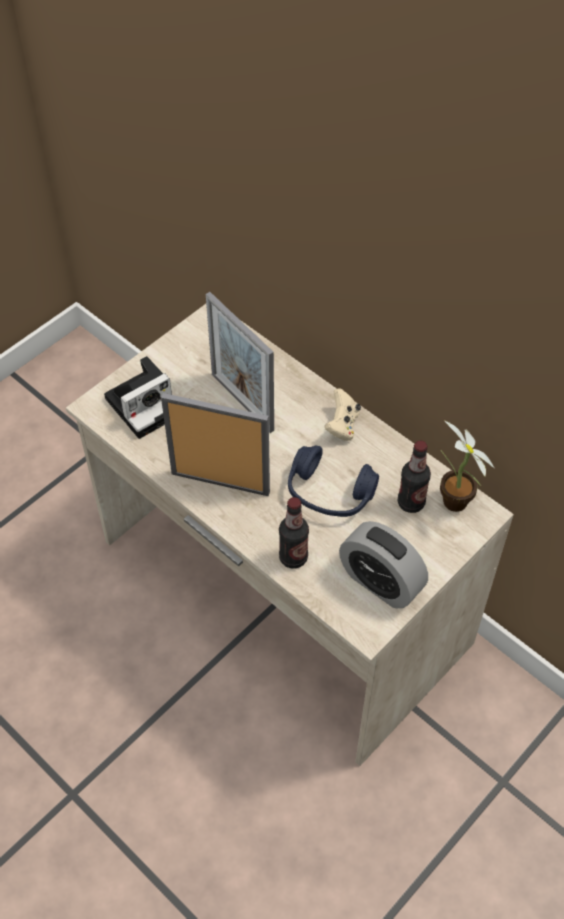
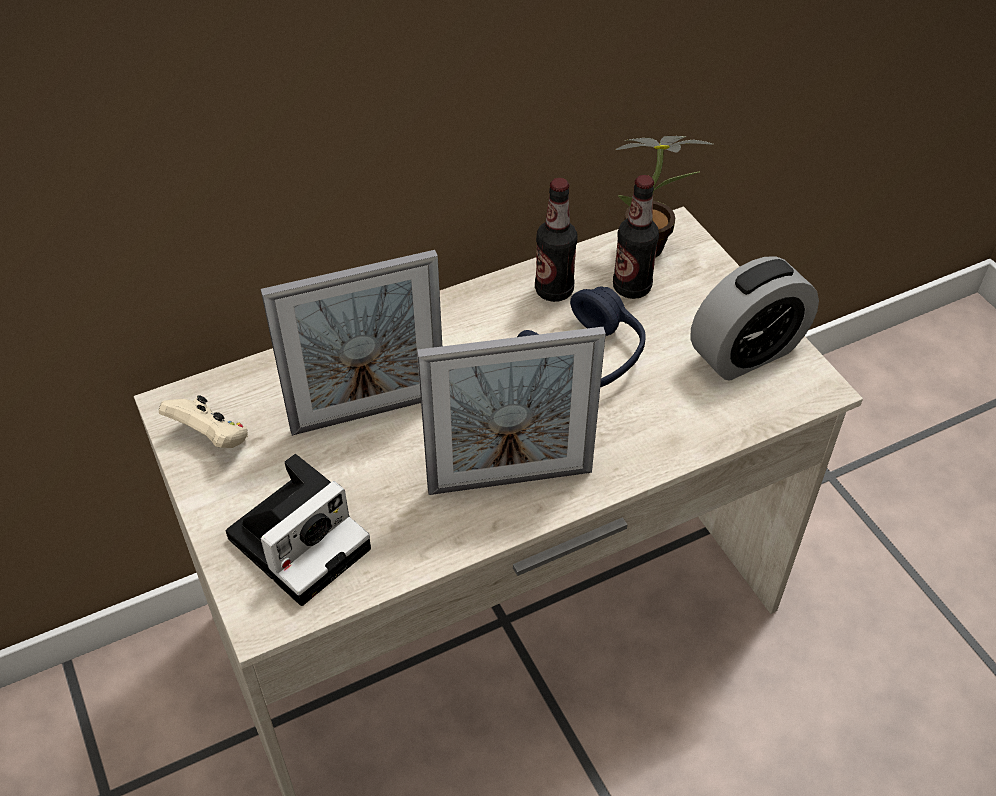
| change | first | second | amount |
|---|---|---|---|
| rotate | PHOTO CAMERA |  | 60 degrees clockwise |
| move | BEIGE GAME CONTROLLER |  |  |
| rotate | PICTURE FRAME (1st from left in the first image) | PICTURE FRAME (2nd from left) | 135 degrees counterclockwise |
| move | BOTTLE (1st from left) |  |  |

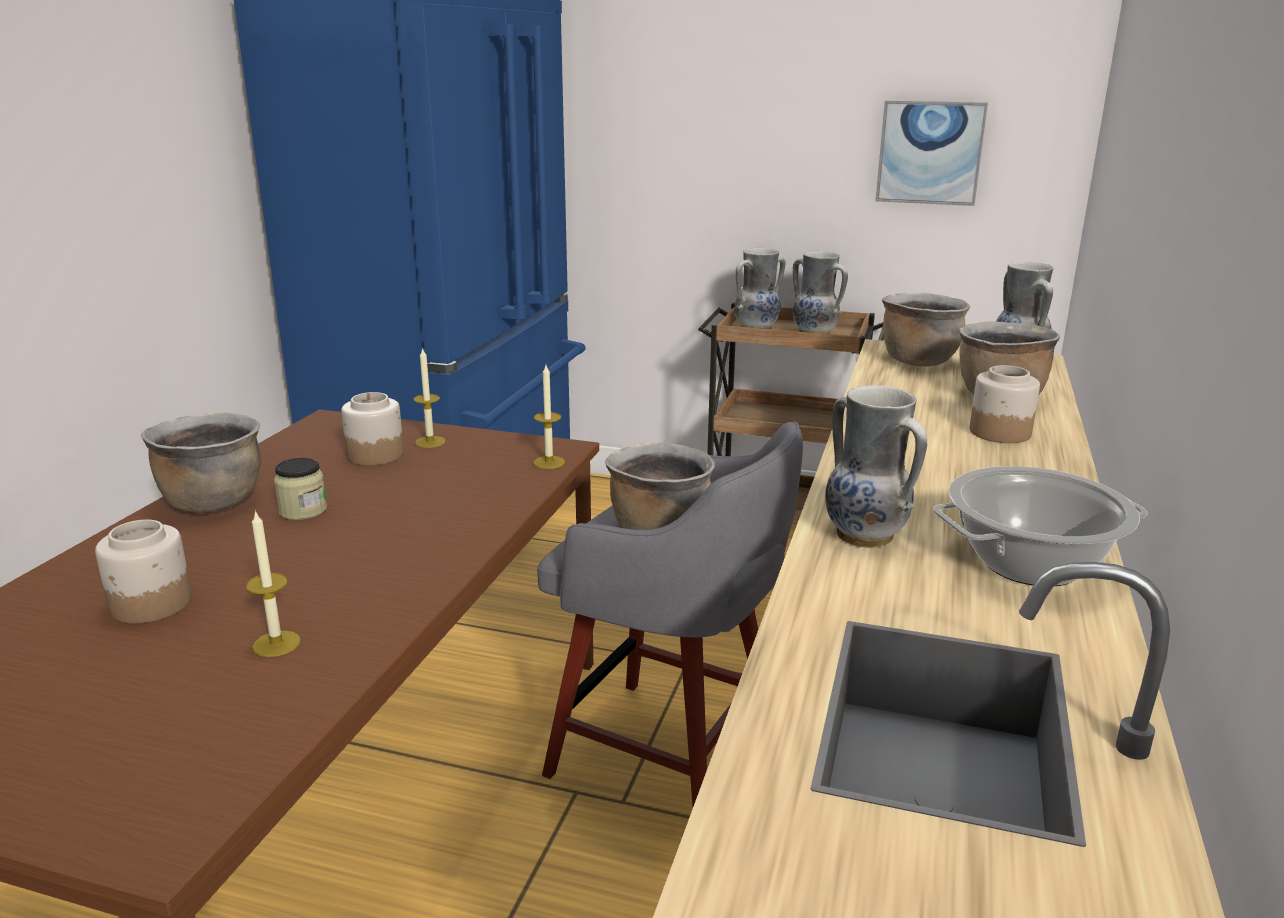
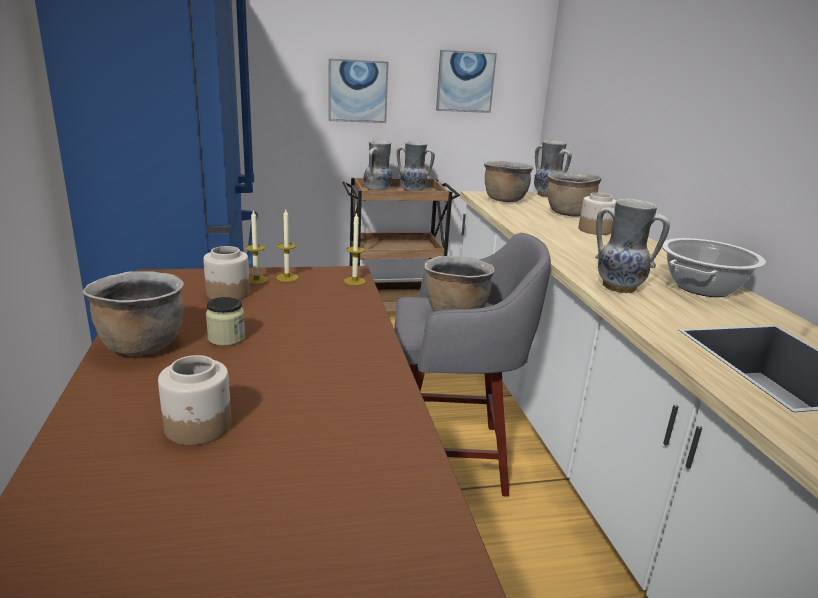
| change | first | second | amount |
|---|---|---|---|
| move | CANDLE (1st from left in the first image) | CANDLE (2nd from left) |  |
| insert |  | PICTURE (1st from left) |  |

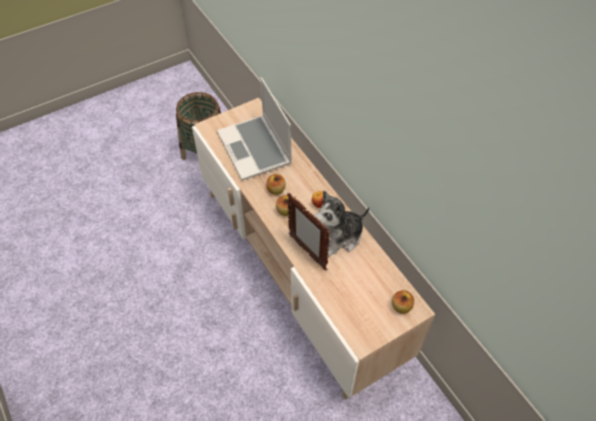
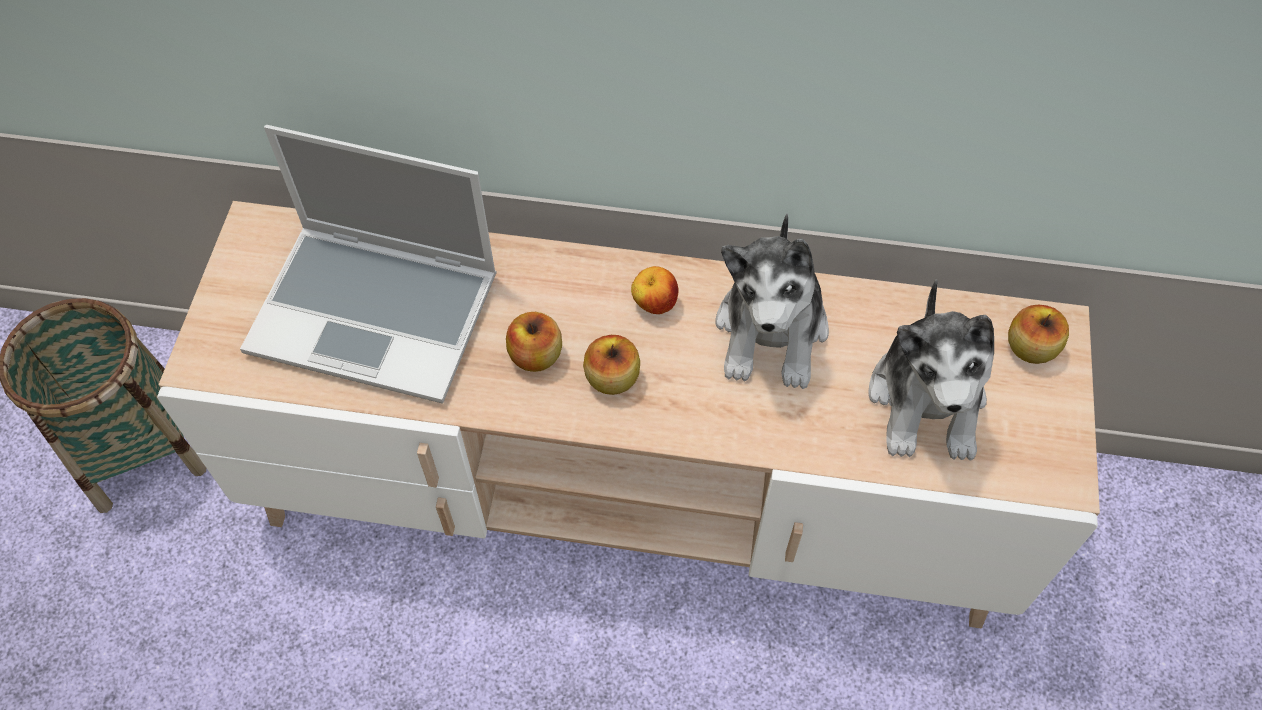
| change | first | second | amount |
|---|---|---|---|
| delete | PICTURE FRAME |  |  |
| insert |  | PLUSH TOY (2nd from left) |  |

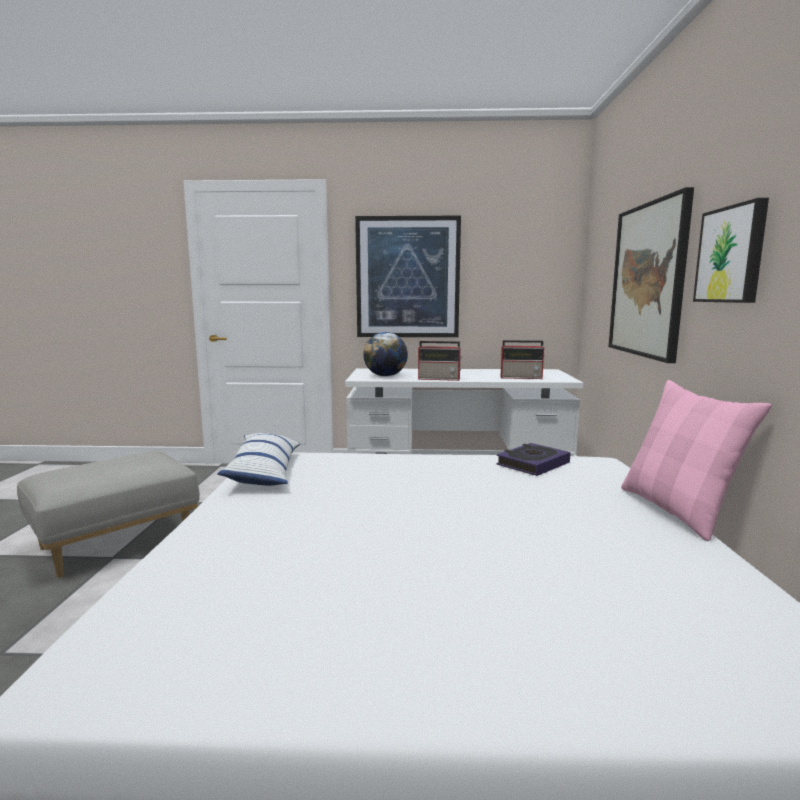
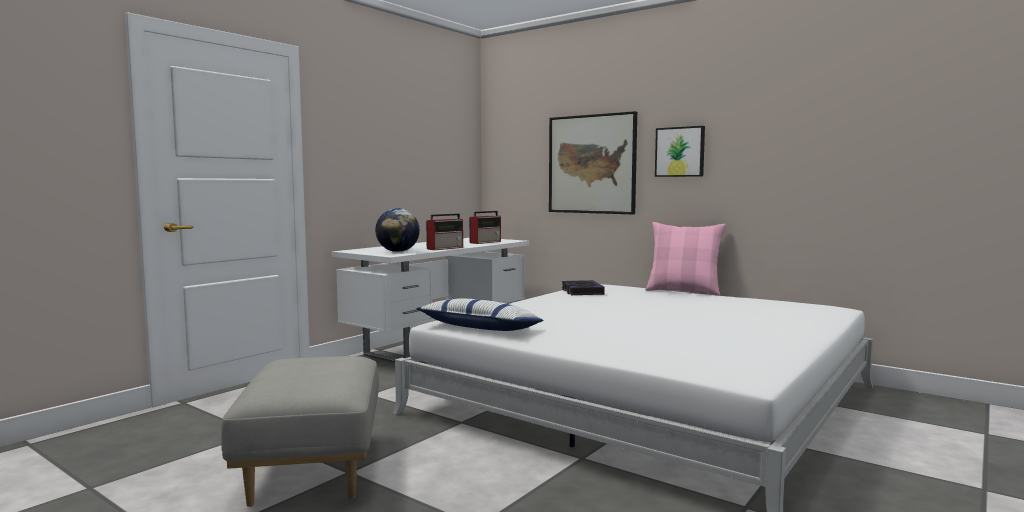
| change | first | second | amount |
|---|---|---|---|
| delete | PICTURE (1st from left) |  |  |

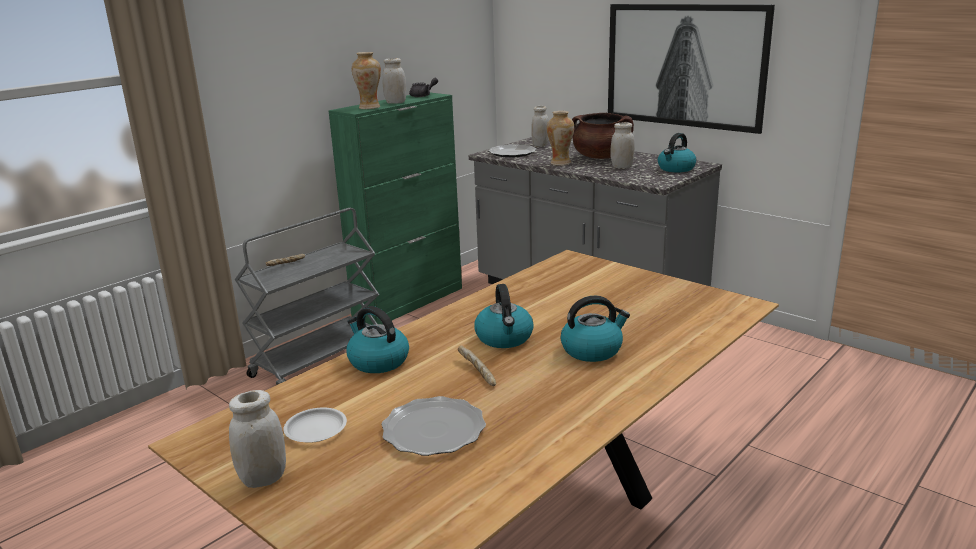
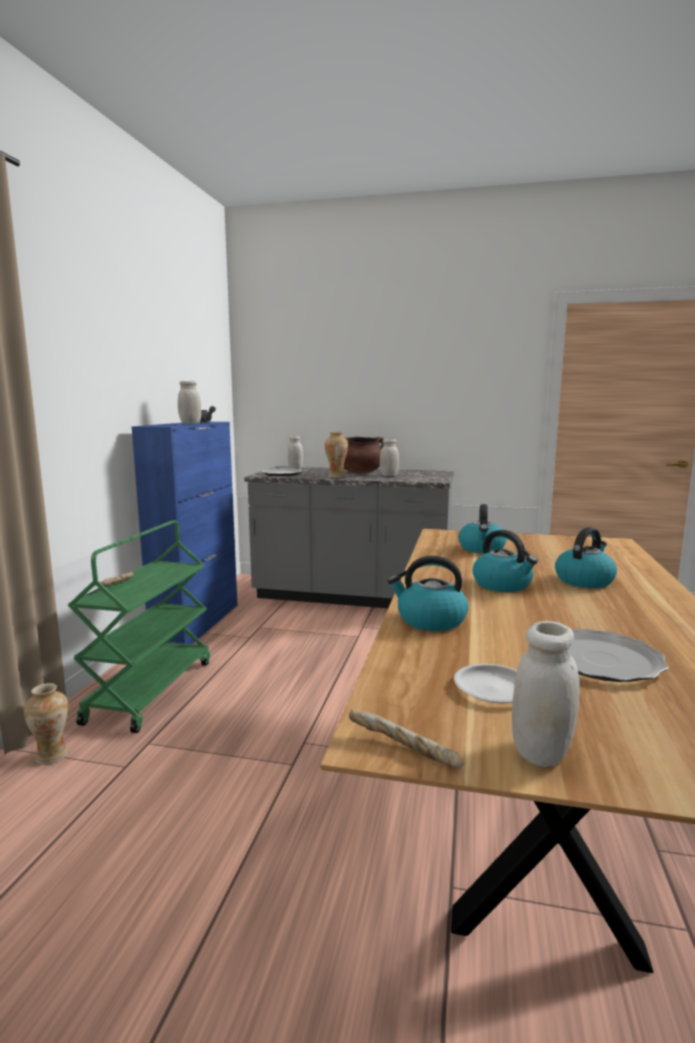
| change | first | second | amount |
|---|---|---|---|
| delete | PICTURE |  |  |
| move | VASE (1st from left) |  |  |
| recolor | GREEN CABINET | BLUE CABINET |  |
| move | KETTLE (4th from left in the first image) | KETTLE (2nd from left) |  |
| recolor | GREY CART | GREEN CART |  |
| move | BREAD (2nd from left) |  |  |

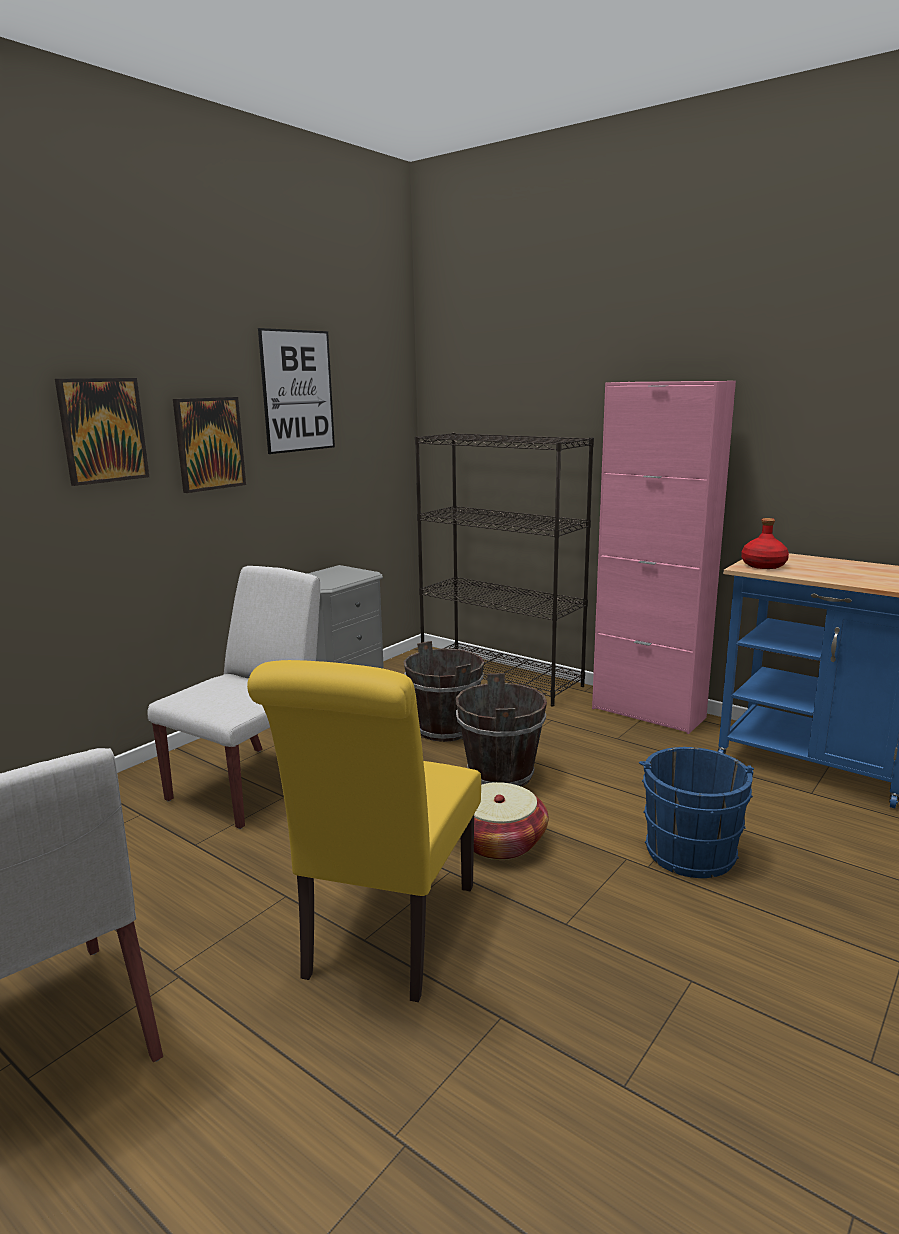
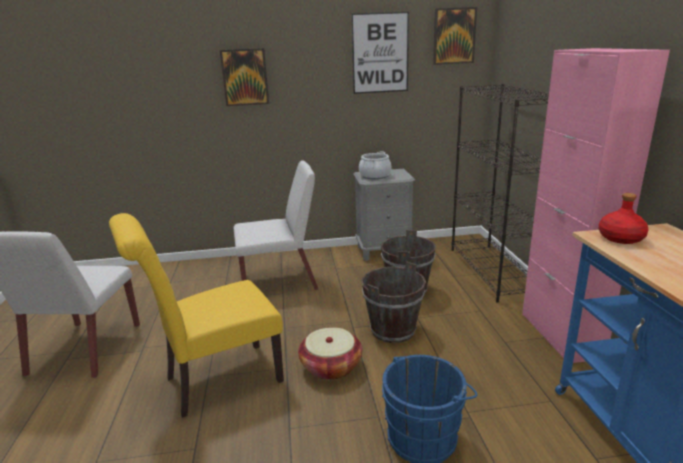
| change | first | second | amount |
|---|---|---|---|
| move | PICTURE (2nd from left in the first image) | PICTURE (3rd from left) |  |
| insert |  | COOKING POT |  |

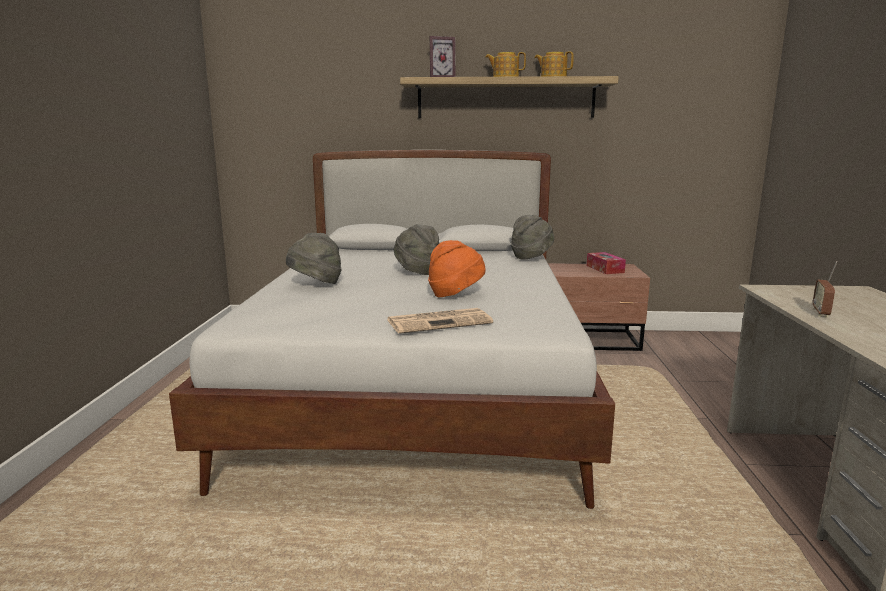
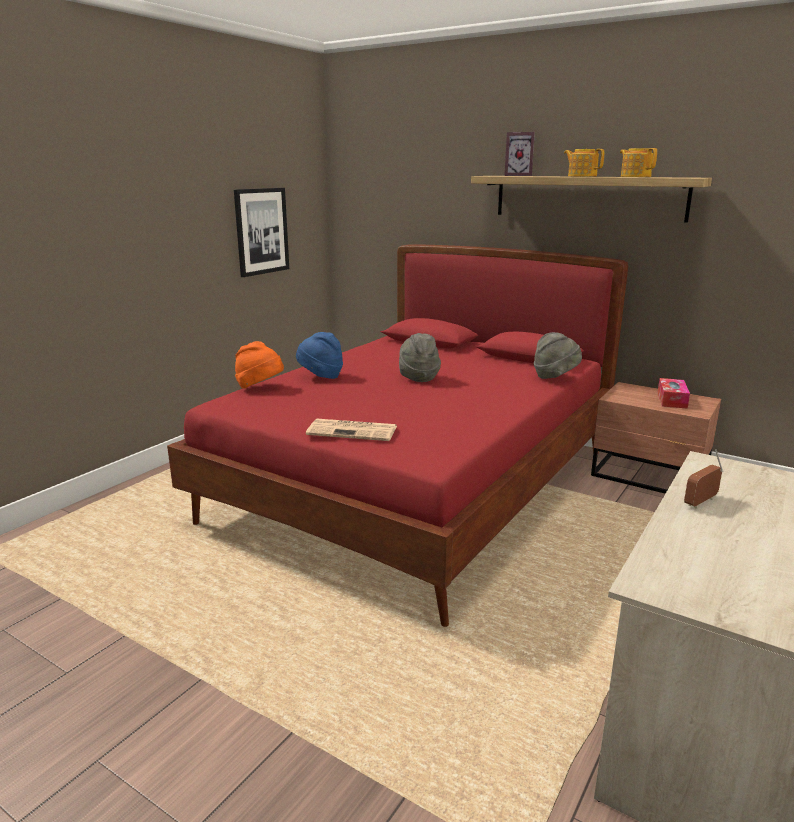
| change | first | second | amount |
|---|---|---|---|
| recolor | WHITE BED | RED BED |  |
| recolor | GREY HAT (1st from left) | BLUE HAT |  |
| move | ORANGE HAT |  |  |
| insert |  | PICTURE |  |

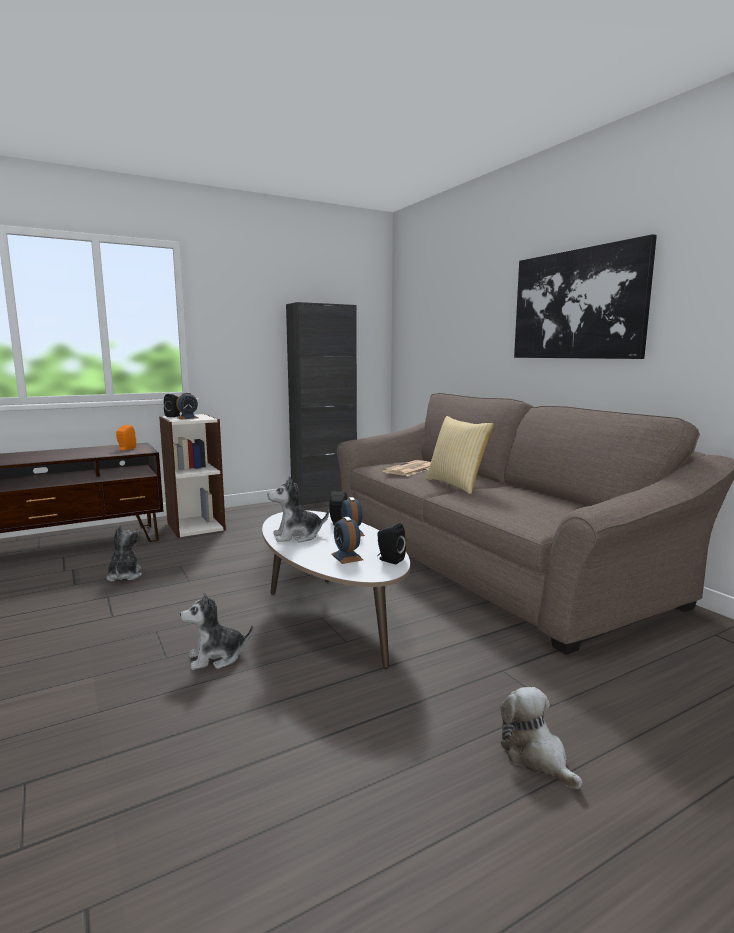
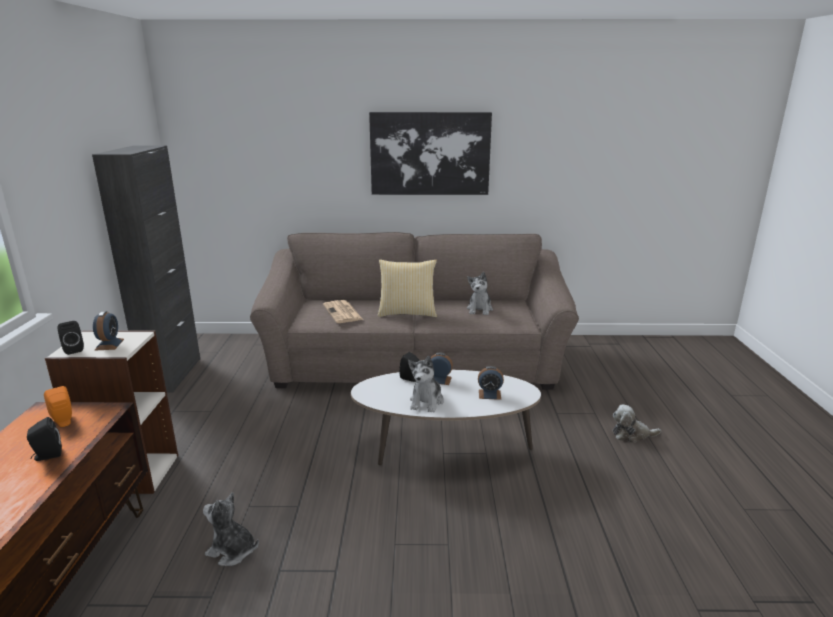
| change | first | second | amount |
|---|---|---|---|
| move | BLACK SPEAKER (3rd from left in the first image) | BLACK SPEAKER (1st from left) |  |
| move | PLUSH TOY (2nd from left in the first image) | PLUSH TOY (3rd from left) |  |

